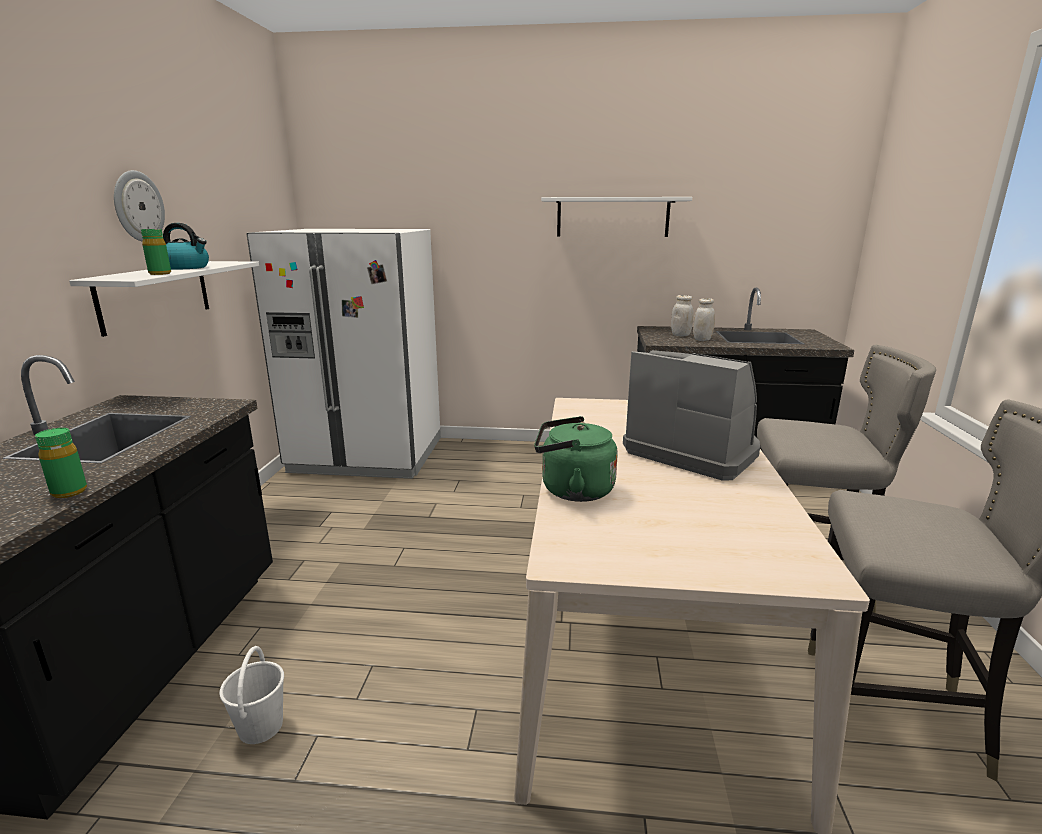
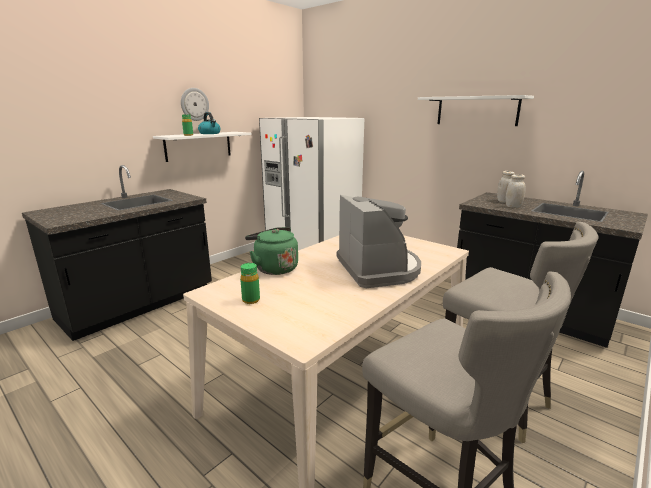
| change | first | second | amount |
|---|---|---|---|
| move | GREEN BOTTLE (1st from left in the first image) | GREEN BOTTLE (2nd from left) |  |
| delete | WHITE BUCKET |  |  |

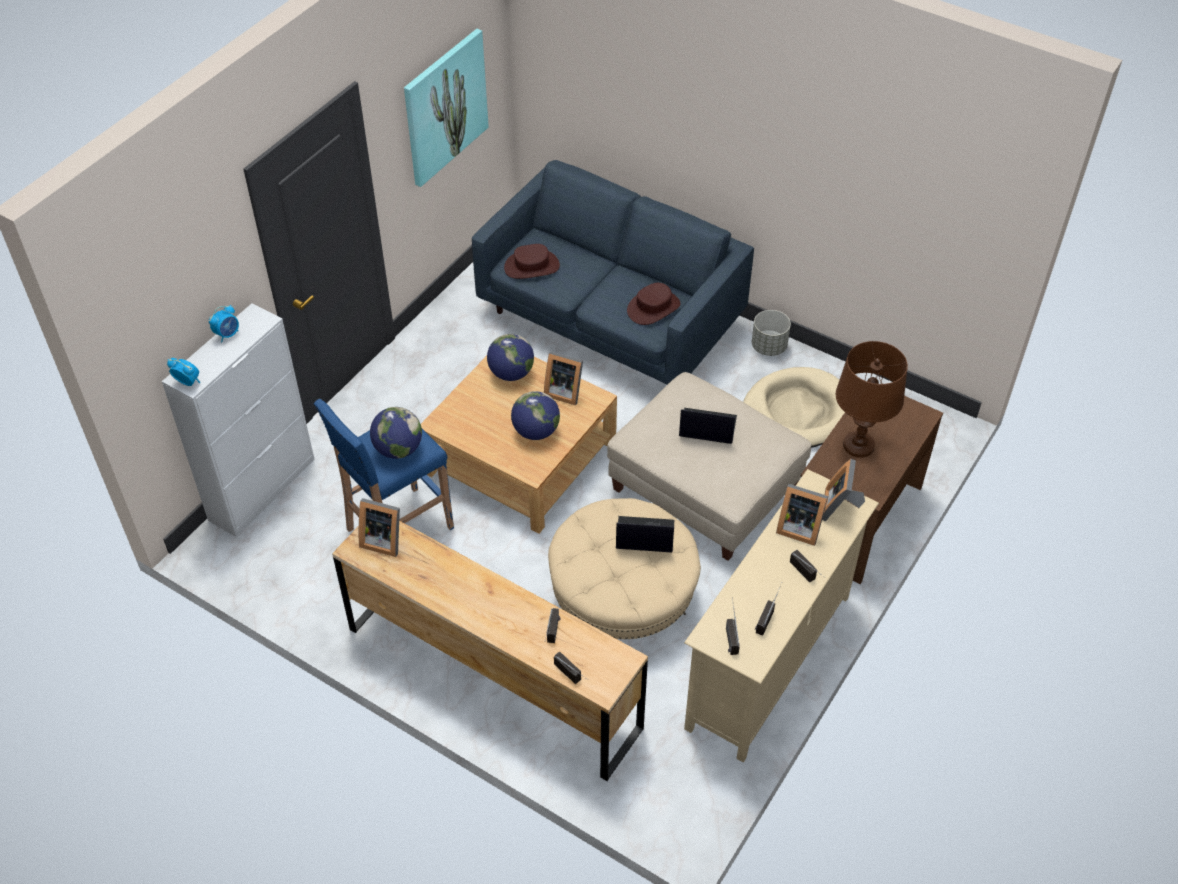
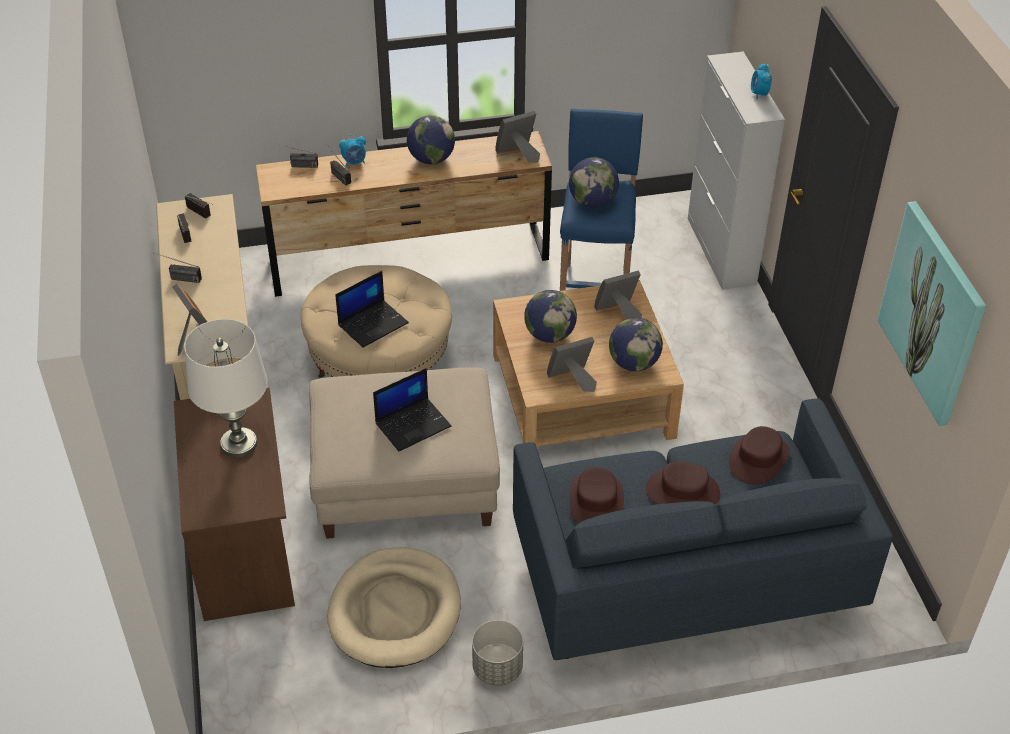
| change | first | second | amount |
|---|---|---|---|
| recolor | BROWN TABLE LAMP | WHITE TABLE LAMP |  |
| move | ALARM CLOCK (1st from left) |  |  |
| move | PICTURE FRAME (3rd from left in the first image) | PICTURE FRAME (4th from left) |  |
| insert |  | GLOBE (1st from left) |  |
| insert |  | BROWN HAT (2nd from left) |  |

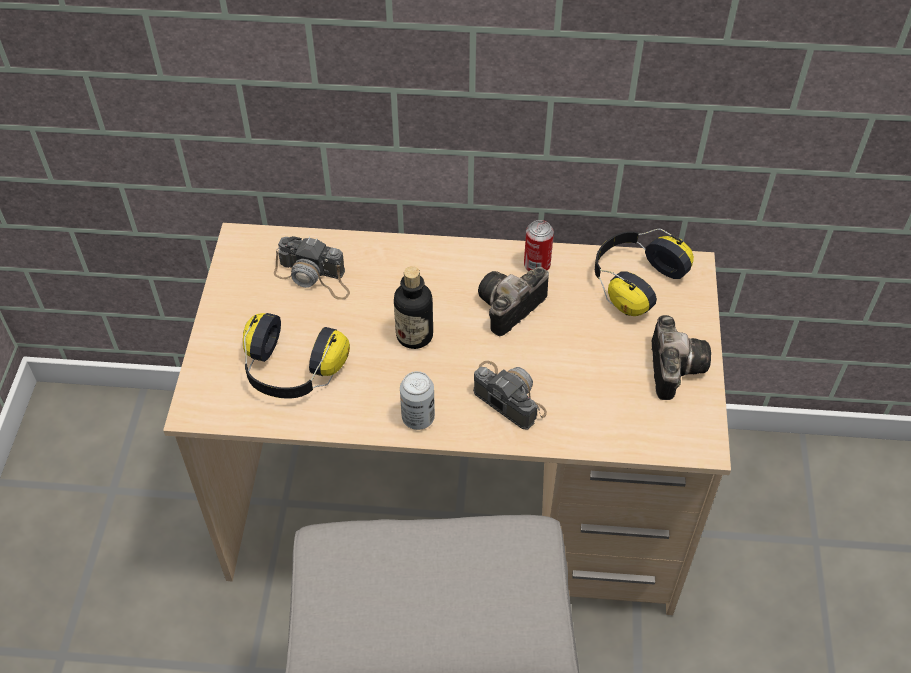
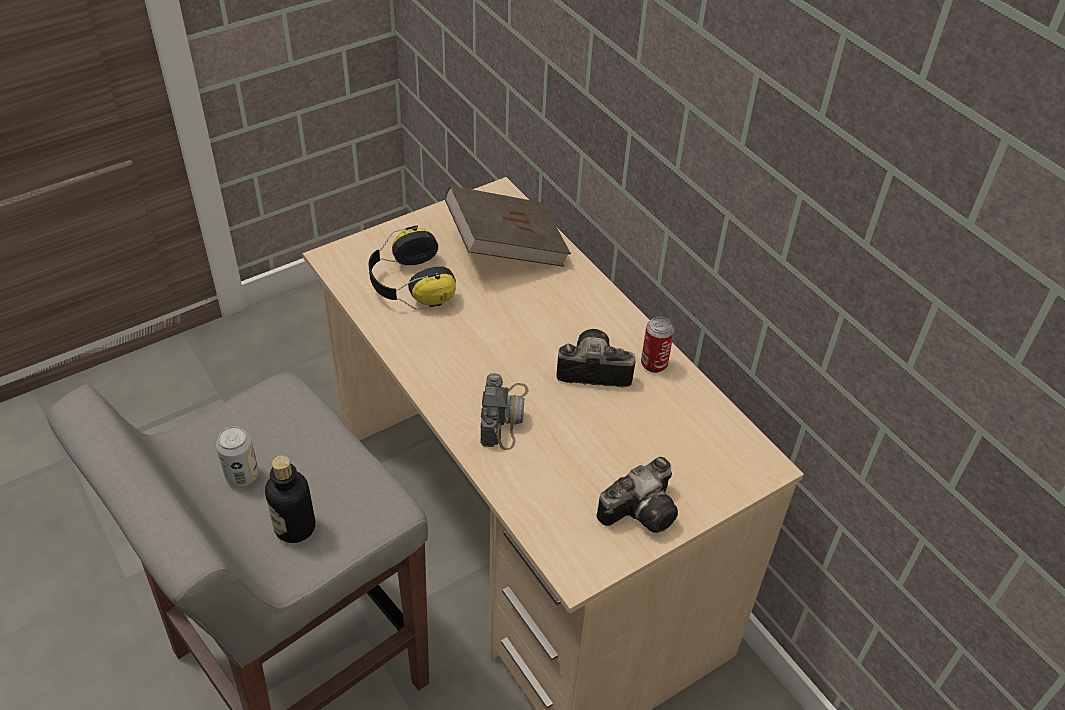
| change | first | second | amount |
|---|---|---|---|
| delete | HEADPHONES (2nd from left) |  |  |
| replace | PHOTO CAMERA (1st from left) | BROWN BOOK |  |
| move | BOTTLE |  |  |
| move | CAN (1st from left) |  |  |

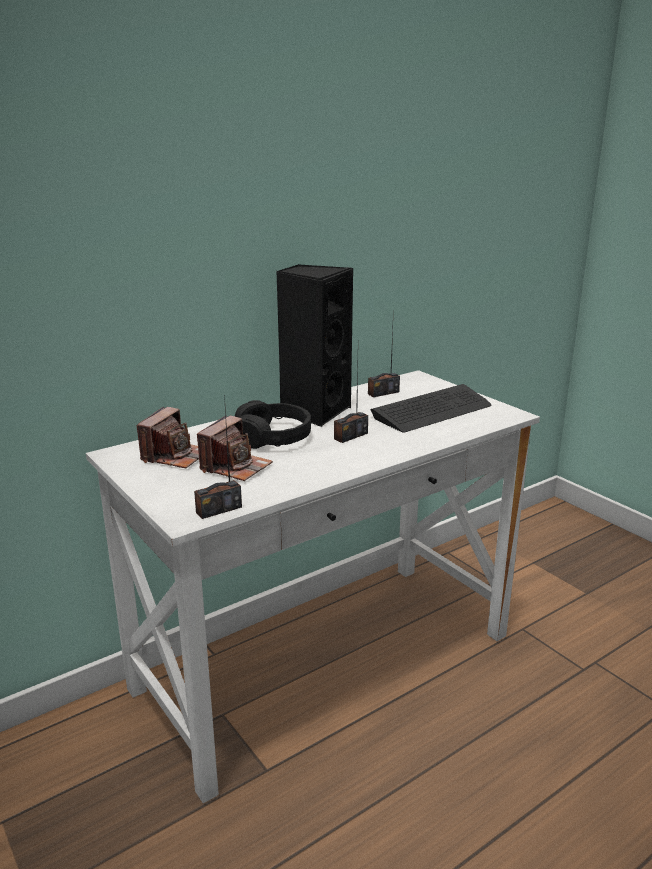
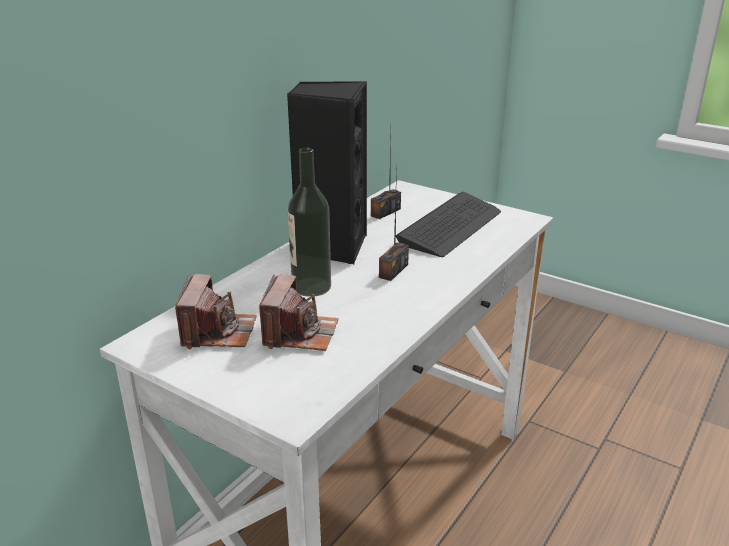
| change | first | second | amount |
|---|---|---|---|
| delete | RADIO (1st from left) |  |  |
| replace | BLACK HEADPHONES | BOTTLE |  |

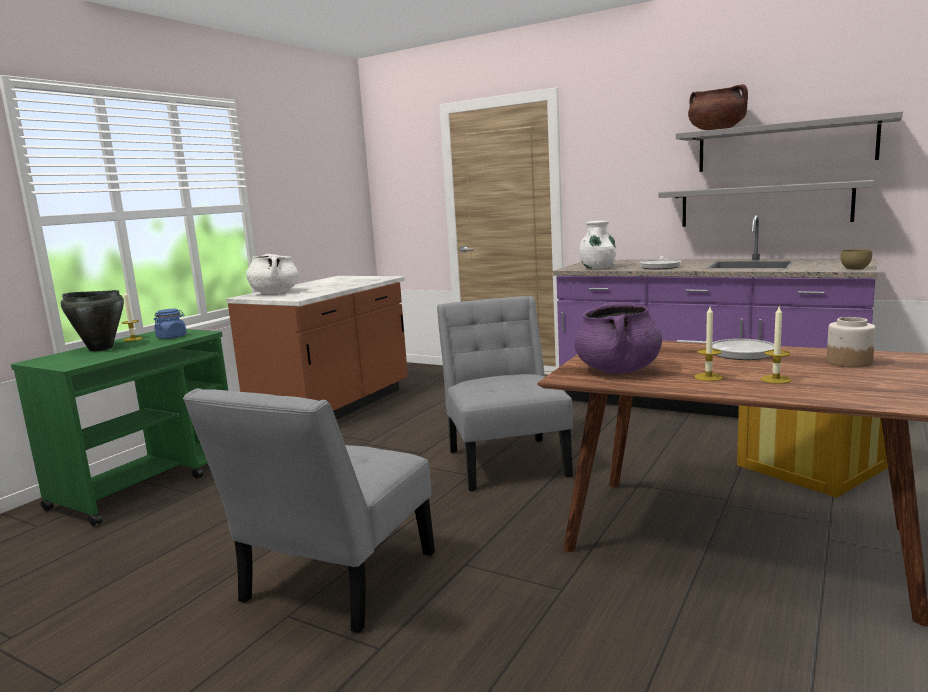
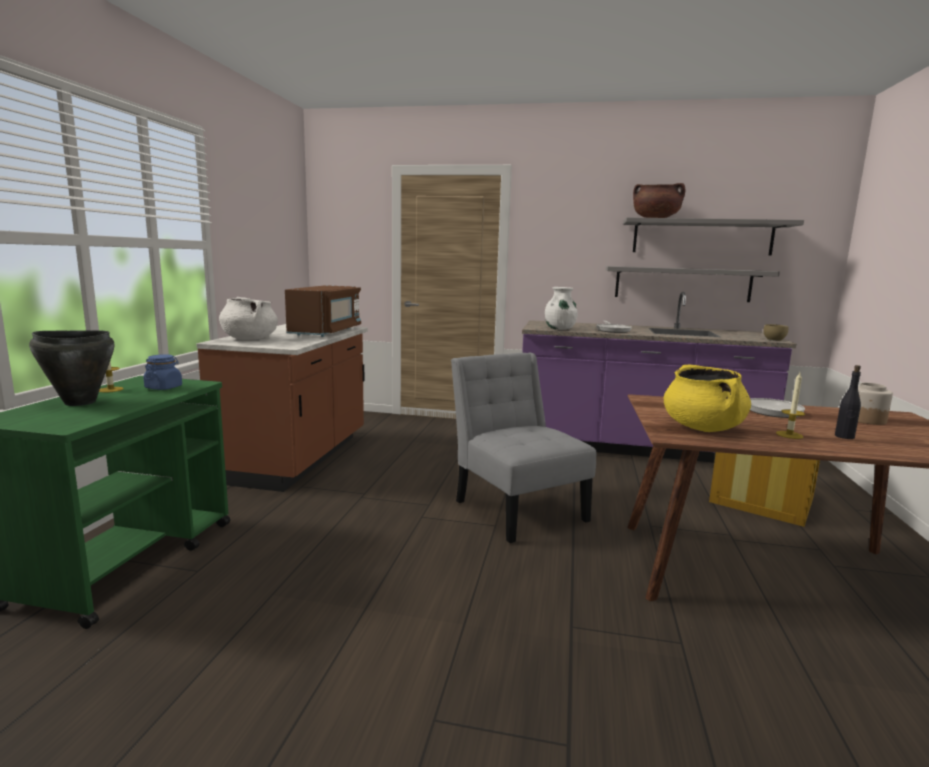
| change | first | second | amount |
|---|---|---|---|
| recolor | PURPLE COOKING POT | YELLOW COOKING POT |  |
| replace | CANDLE (3rd from left) | BLACK BOTTLE |  |
| delete | GREY CHAIR (1st from left) |  |  |
| insert |  | BROWN MICROWAVE |  |

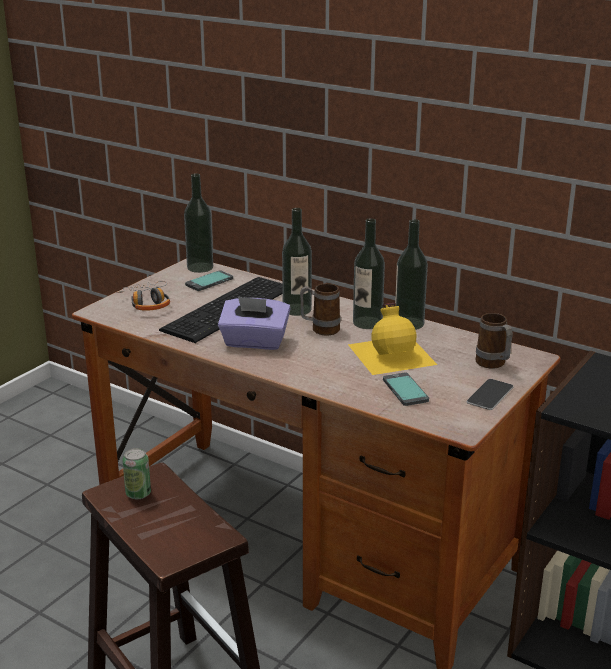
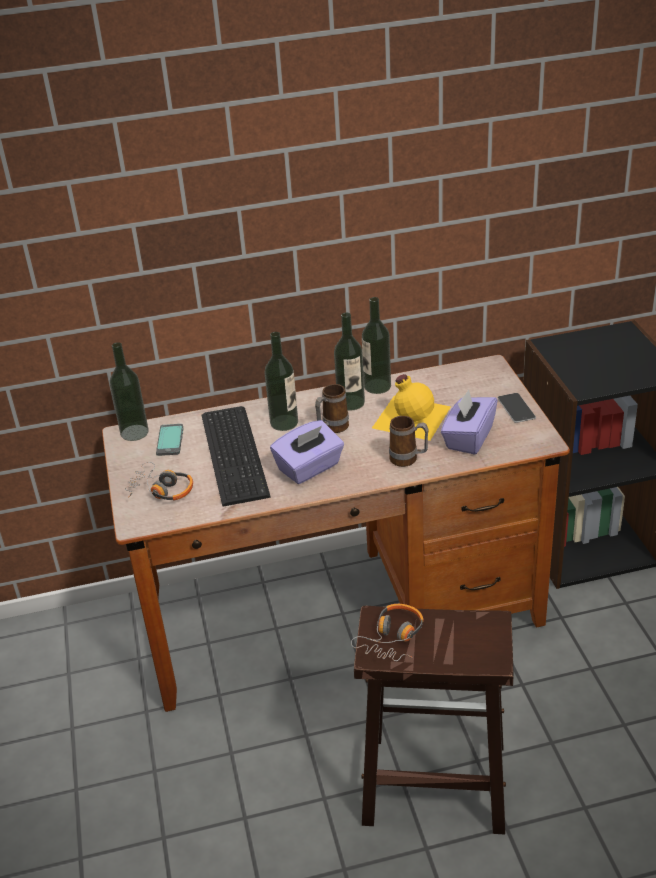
| change | first | second | amount |
|---|---|---|---|
| move | MUG (2nd from left) |  |  |
| replace | PHONE (2nd from left) | PURPLE TISSUE BOX (2nd from left) |  |
| replace | CAN | HEADPHONES (2nd from left) |  |

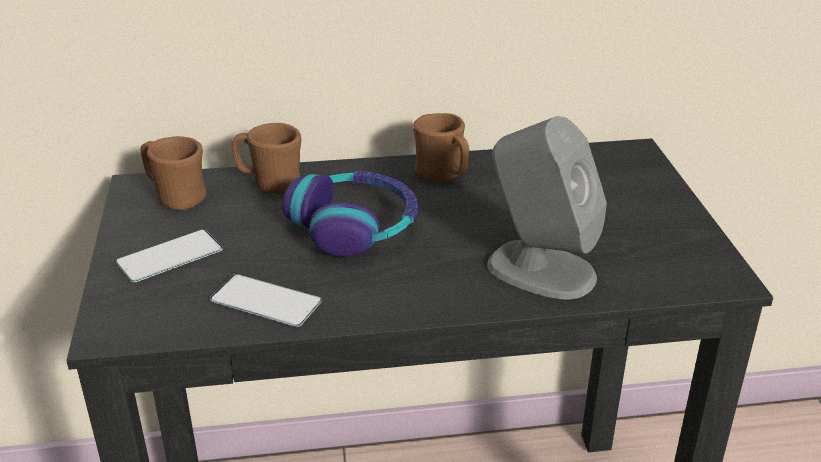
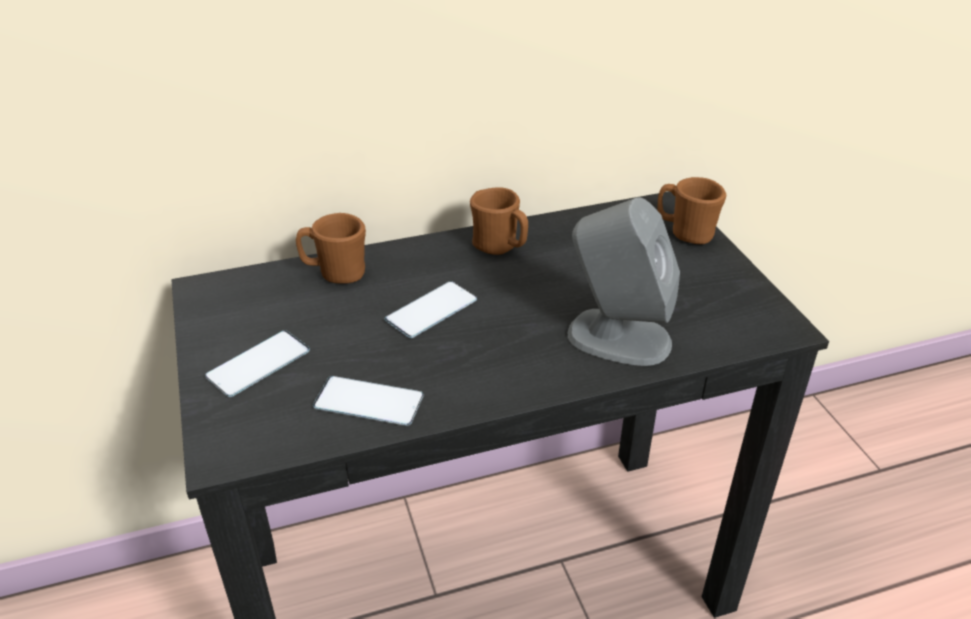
| change | first | second | amount |
|---|---|---|---|
| move | BROWN MUG (1st from left in the first image) | BROWN MUG (3rd from left) |  |
| replace | HEADPHONES | PHONE (3rd from left) |  |

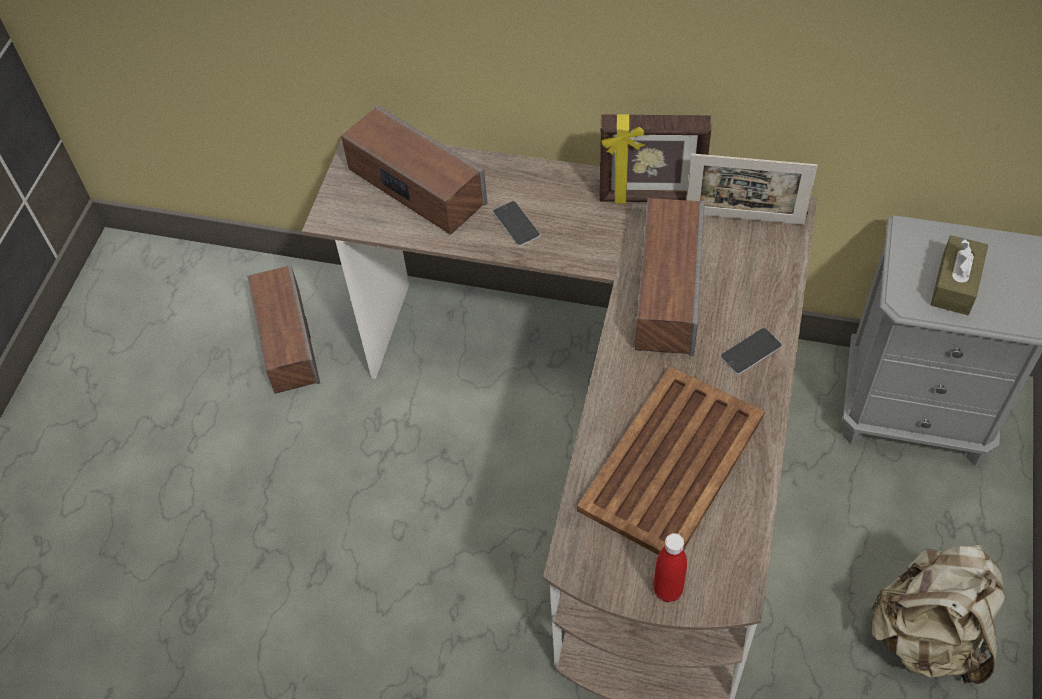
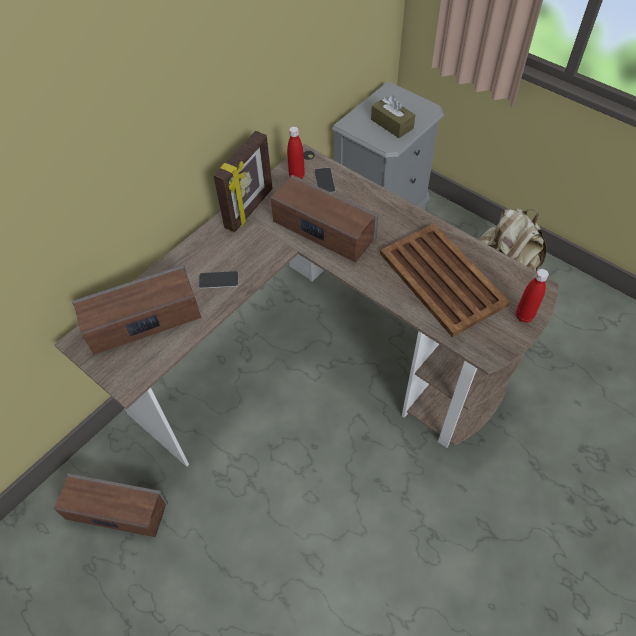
| change | first | second | amount |
|---|---|---|---|
| replace | PICTURE FRAME (2nd from left) | RED BOTTLE (1st from left) |  |
| move | PHONE (2nd from left) |  |  |

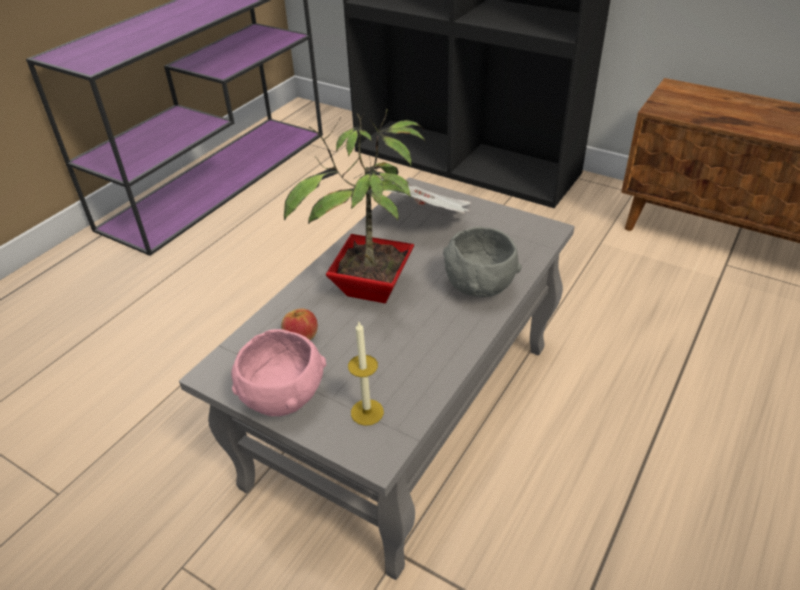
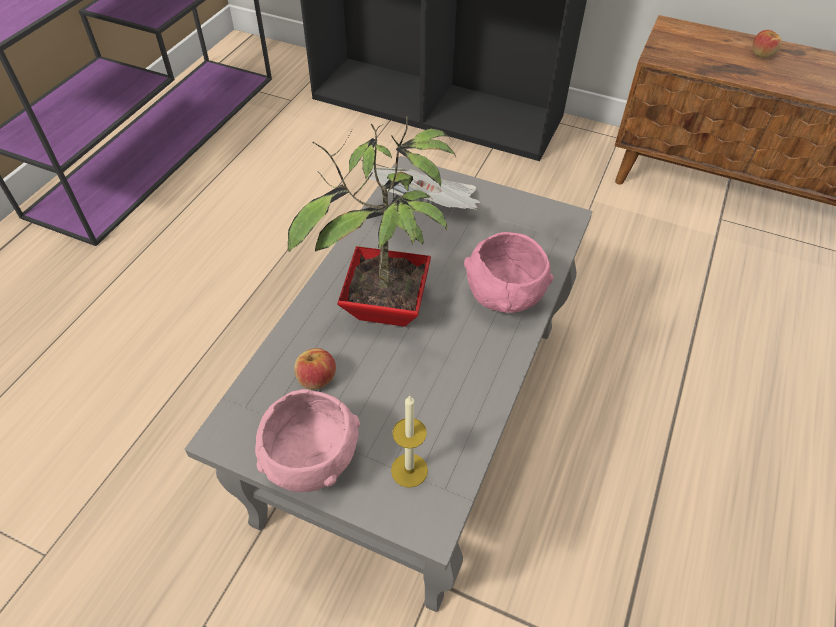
| change | first | second | amount |
|---|---|---|---|
| recolor | GREY BOWL | PINK BOWL (2nd from left) |  |
| insert |  | APPLE (2nd from left) |  |

